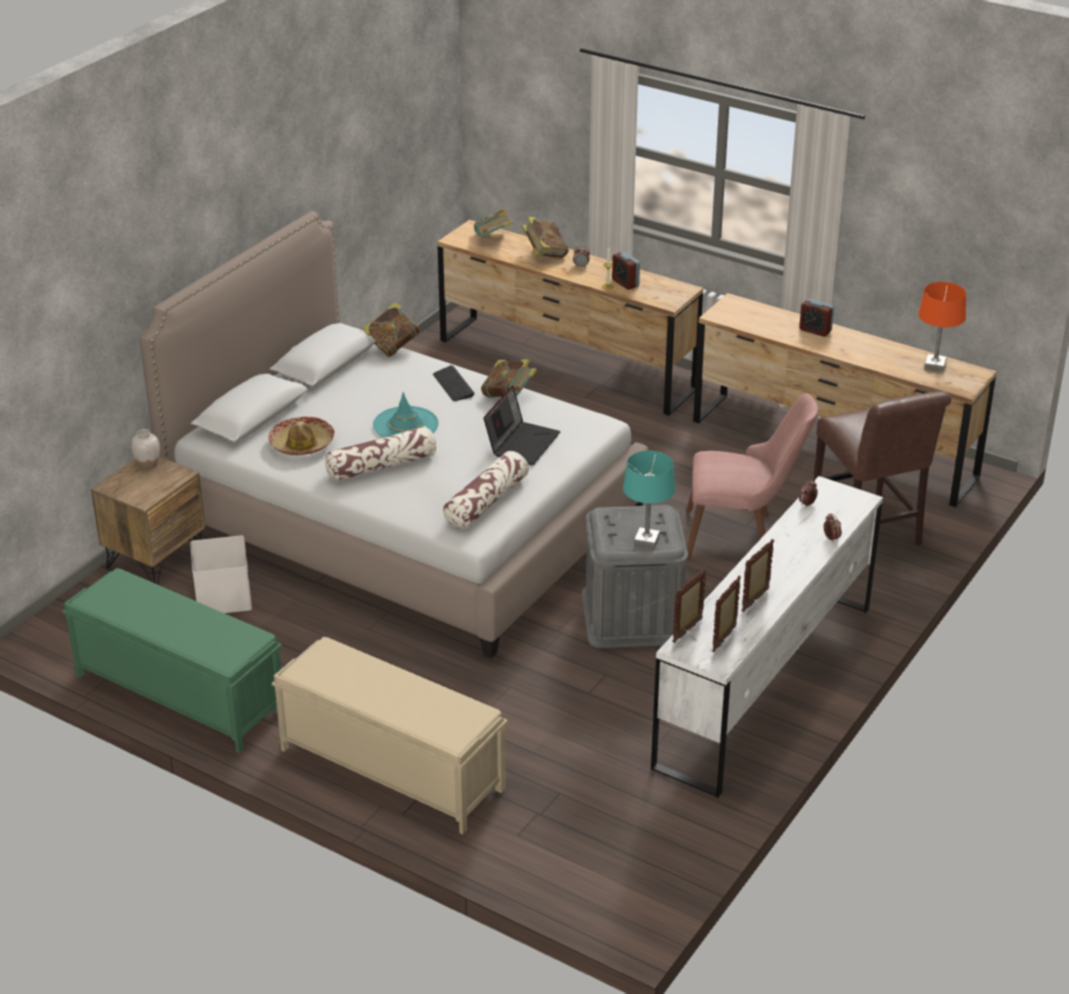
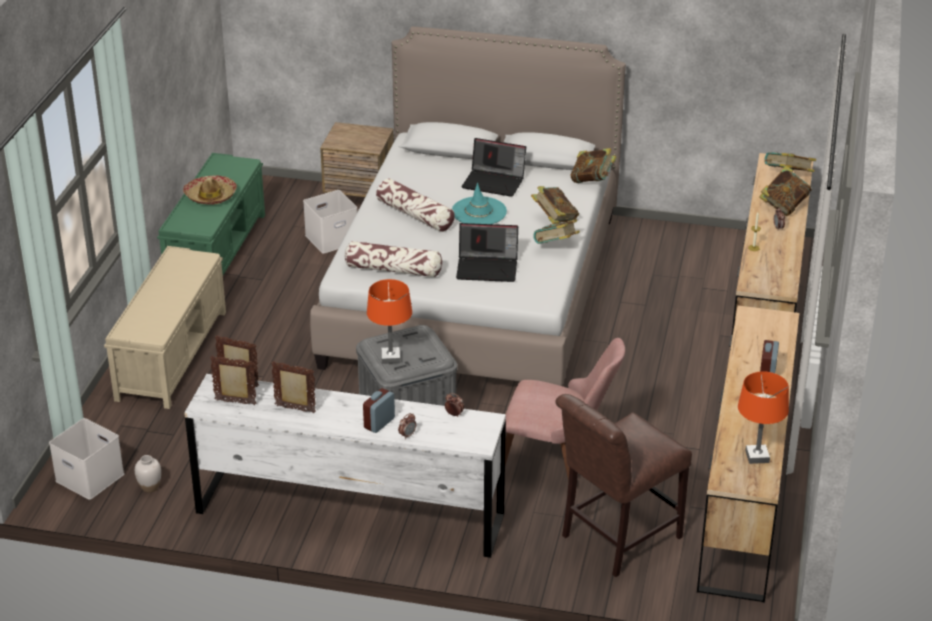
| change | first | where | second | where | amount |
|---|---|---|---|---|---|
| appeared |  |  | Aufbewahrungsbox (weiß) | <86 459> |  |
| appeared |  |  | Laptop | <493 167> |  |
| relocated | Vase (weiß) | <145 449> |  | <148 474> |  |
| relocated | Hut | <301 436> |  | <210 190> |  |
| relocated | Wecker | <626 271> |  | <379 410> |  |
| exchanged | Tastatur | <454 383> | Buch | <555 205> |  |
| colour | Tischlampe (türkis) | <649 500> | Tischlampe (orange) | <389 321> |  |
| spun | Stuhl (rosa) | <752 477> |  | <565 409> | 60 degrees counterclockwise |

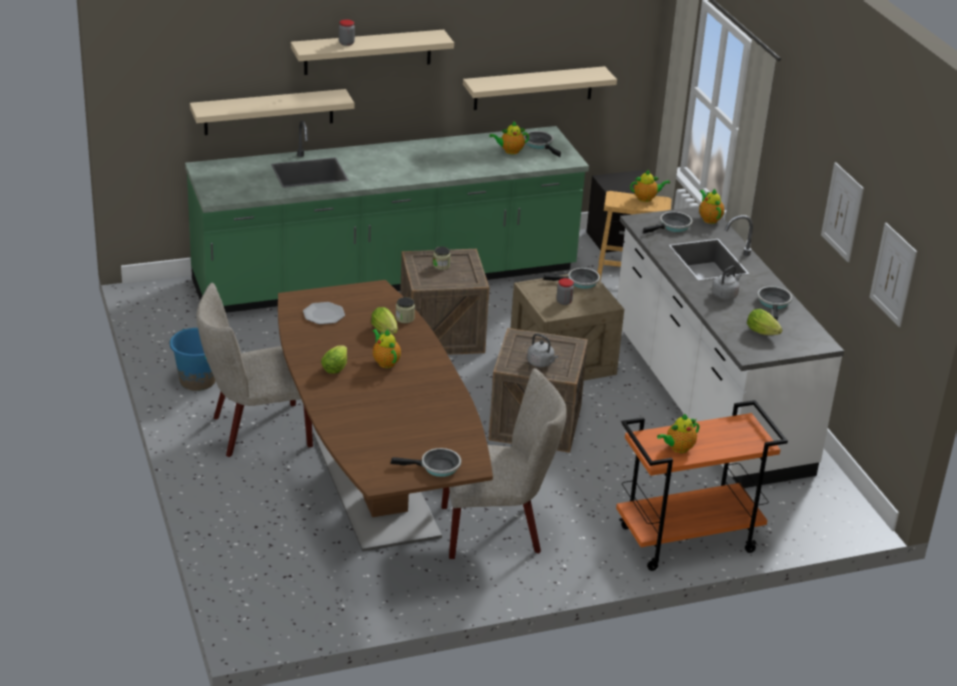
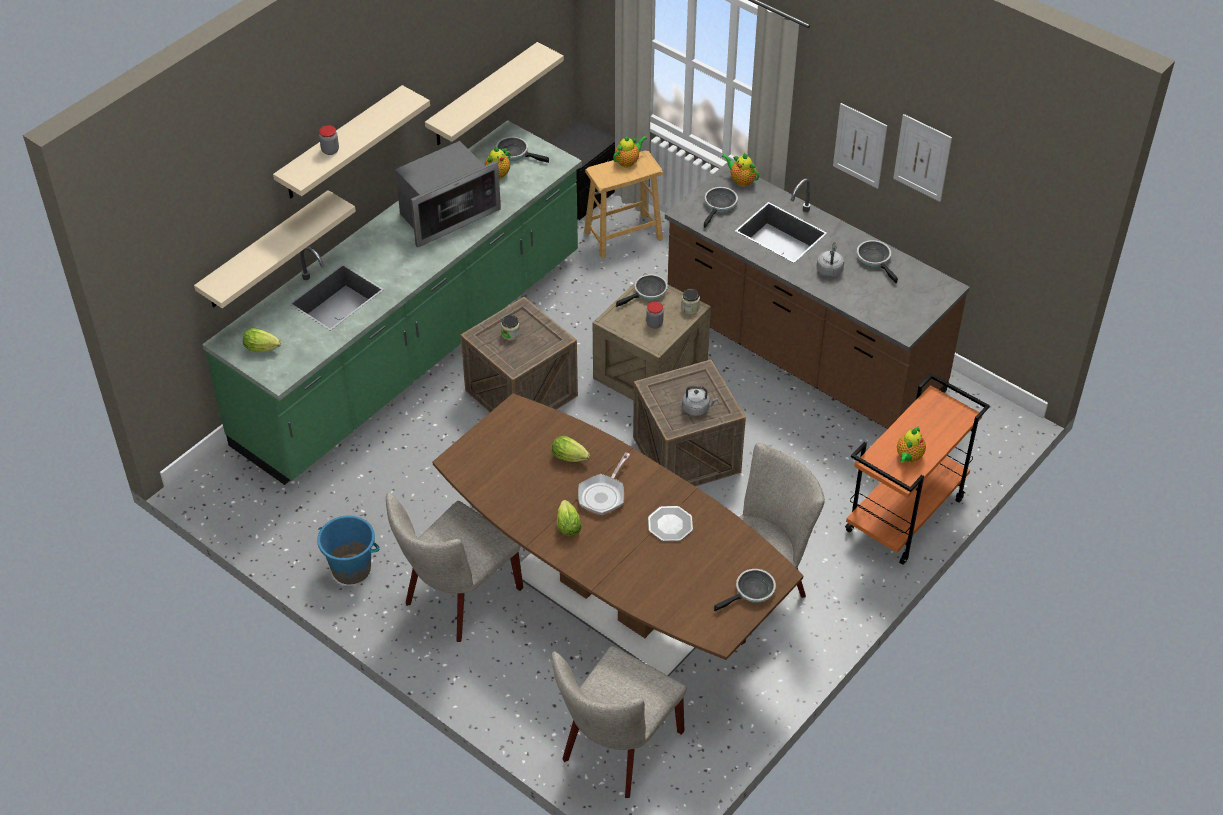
| change | first | where | second | where | amount |
|---|---|---|---|---|---|
| appeared |  |  | Mikrowelle | <448 194> |  |
| appeared |  |  | Stuhl (beige) | <619 722> |  |
| relocated | Teller | <324 313> |  | <670 523> |  |
| relocated | Vorratsglas | <405 310> |  | <690 301> |  |
| relocated | Salatkopf | <765 322> |  | <262 340> |  |
| relocated | Bild | <893 275> |  | <860 146> |  |
| exchanged | Teekanne | <386 348> | Pfanne | <604 483> |  |
| colour | Küchenzeile (weiß) | <730 347> | Küchenzeile (braun) | <817 296> |  |

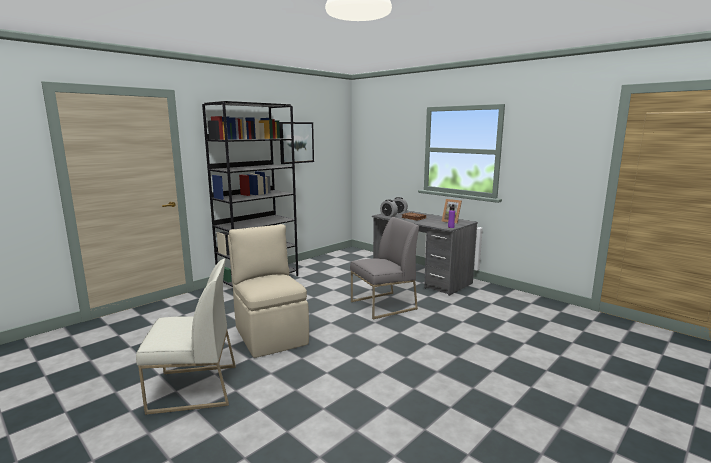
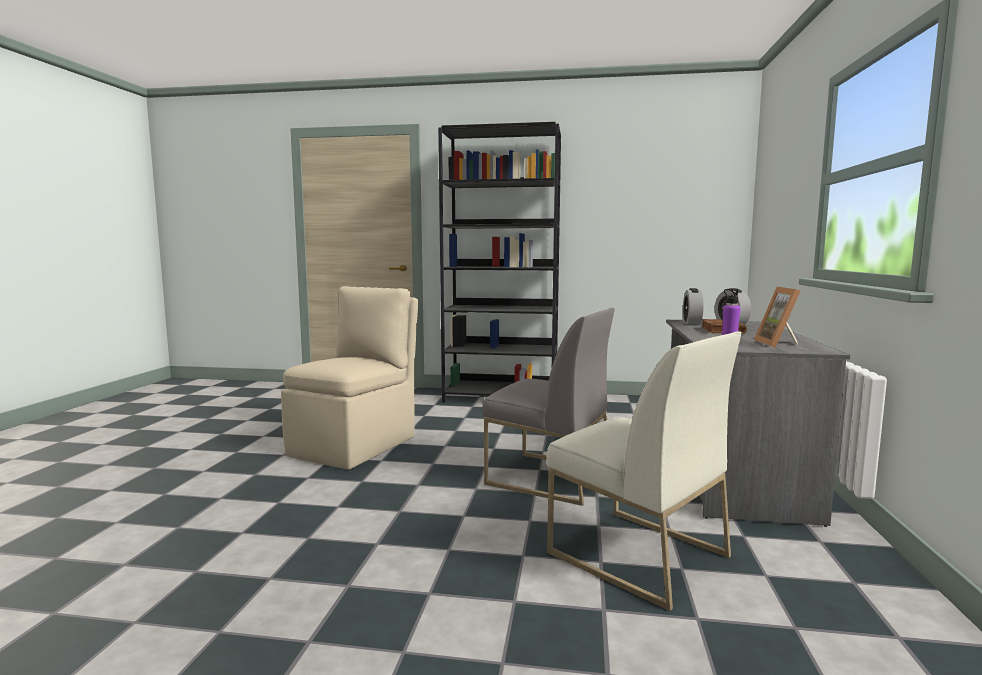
| change | first | where | second | where | amount |
|---|---|---|---|---|---|
| missing | Bild | <296 143> |  |  |  |
| relocated | Stuhl (weiß) | <186 337> |  | <644 471> |  |

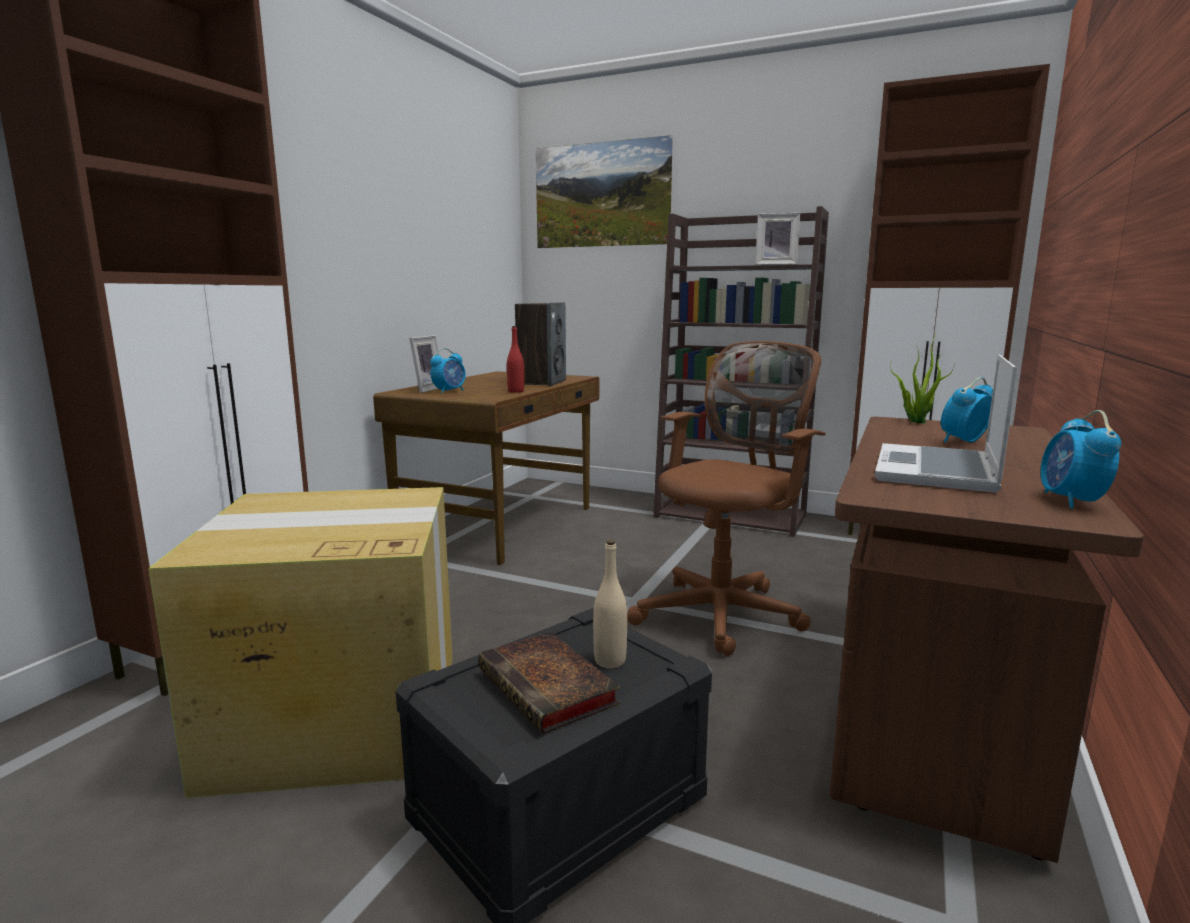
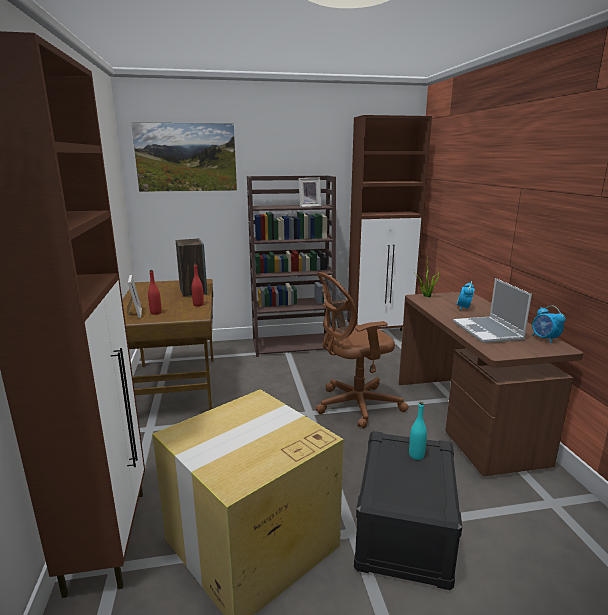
| change | first | where | second | where | amount |
|---|---|---|---|---|---|
| missing | Buch | <549 683> |  |  |  |
| exchanged | Wecker | <448 371> | Flasche (rot) | <155 292> |  |
| colour | Flasche (beige) | <610 604> | Flasche (türkis) | <418 431> |  |
| spun | Bürostuhl (braun) | <726 498> |  | <362 350> | 120 degrees counterclockwise |

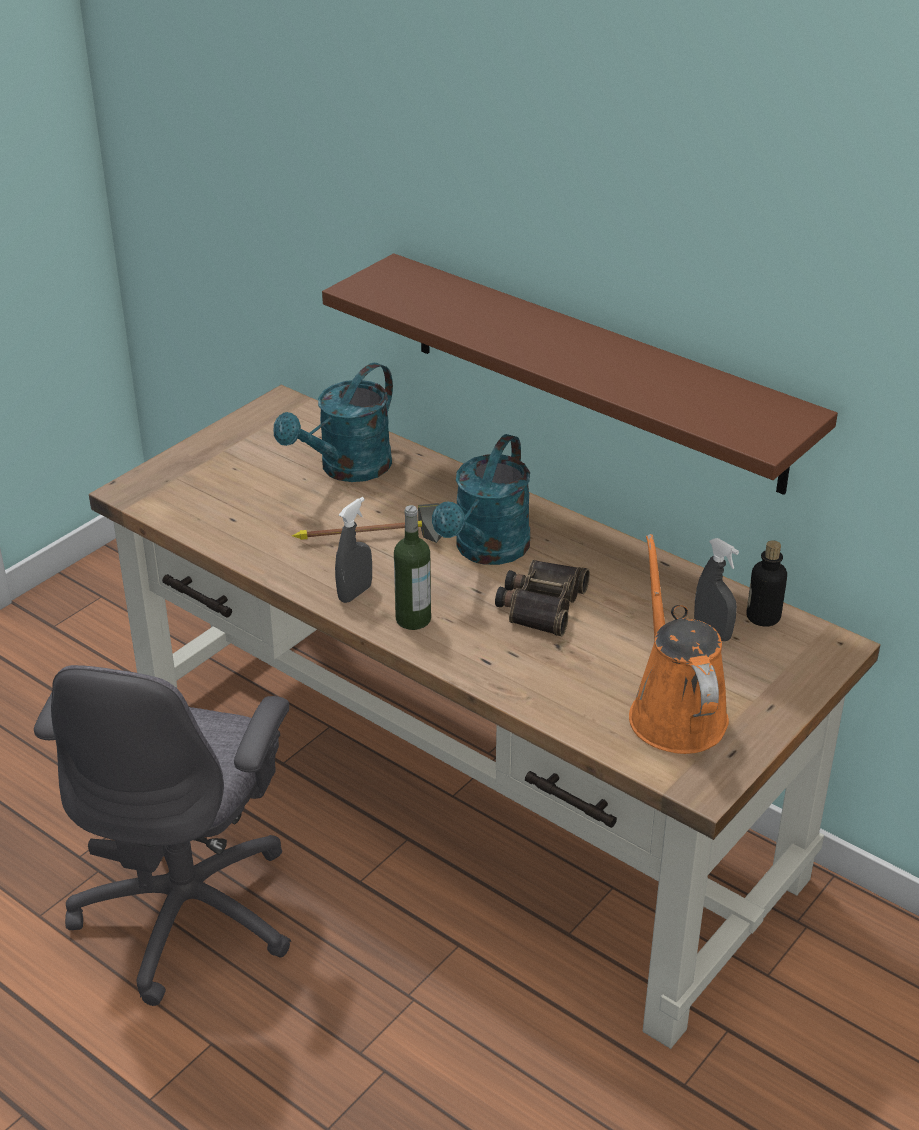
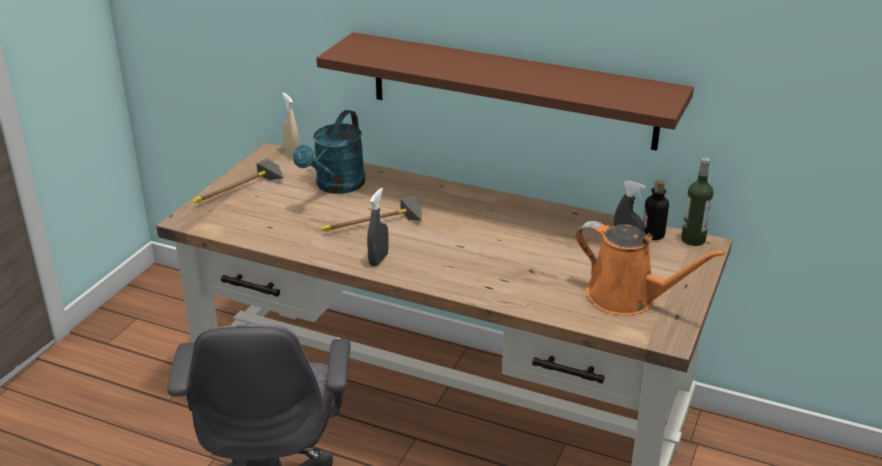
| change | first | where | second | where | amount |
|---|---|---|---|---|---|
| missing | Gießkanne (türkis) | <481 499> |  |  |  |
| missing | Fernglas | <542 598> |  |  |  |
| appeared |  |  | Hammer | <238 180> |  |
| appeared |  |  | Sprühflasche (beige) | <291 125> |  |
| relocated | Flasche | <412 567> |  | <697 201> |  |
| spun | Gießkanne (orange) | <679 644> |  | <651 268> | 150 degrees clockwise |

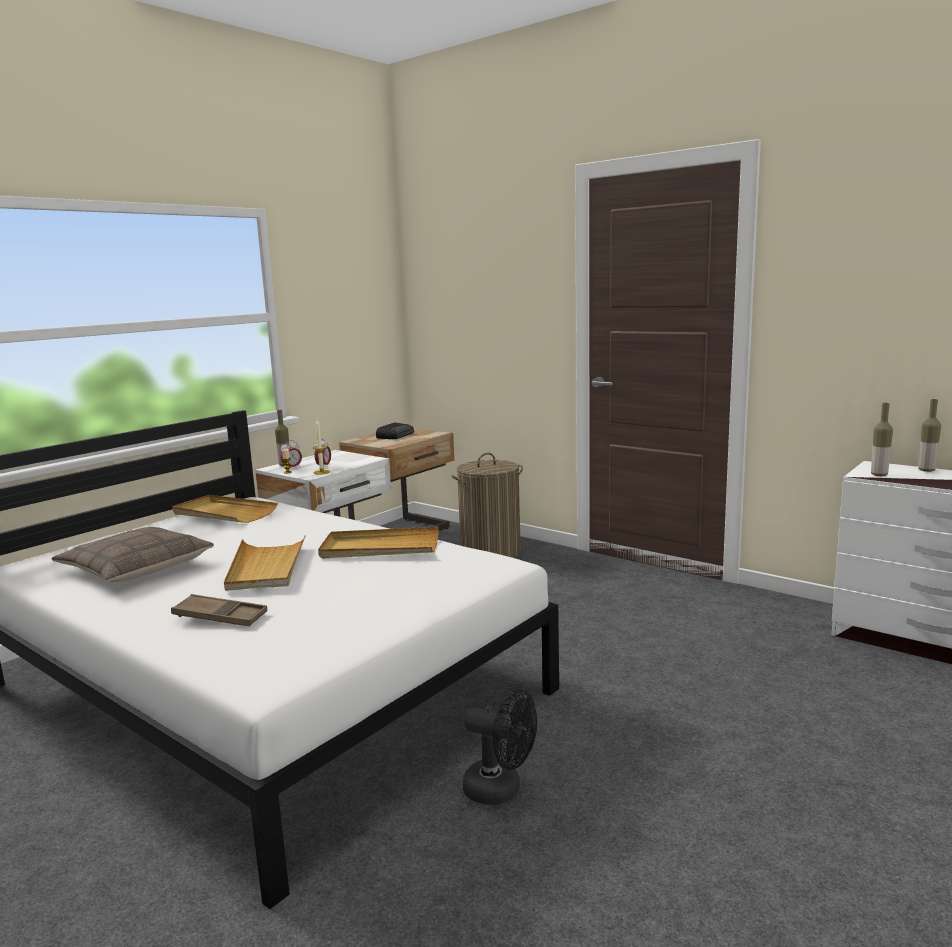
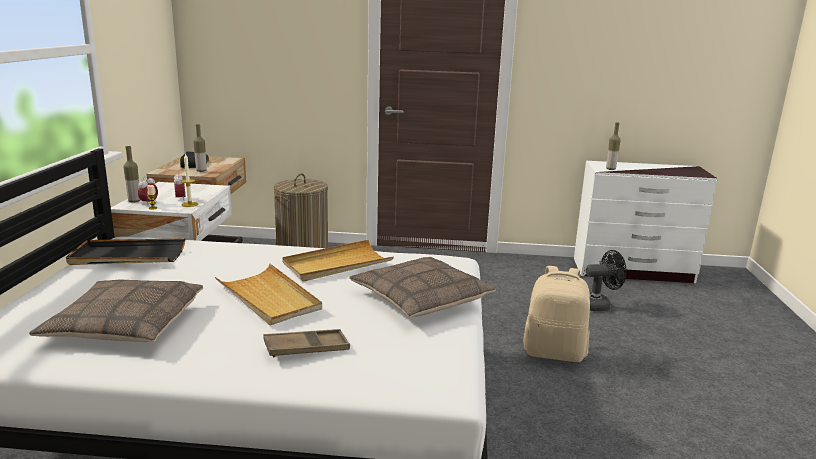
| change | first | where | second | where | amount |
|---|---|---|---|---|---|
| appeared |  |  | Kissen | <422 287> |  |
| appeared |  |  | Rucksack (beige) | <556 314> |  |
| relocated | Ventilator (schwarz) | <500 747> |  | <606 280> |  |
| relocated | Flasche | <929 435> |  | <200 148> |  |
| colour | Tablett (beige) | <225 509> | Tablett (schwarz) | <125 251> |  |

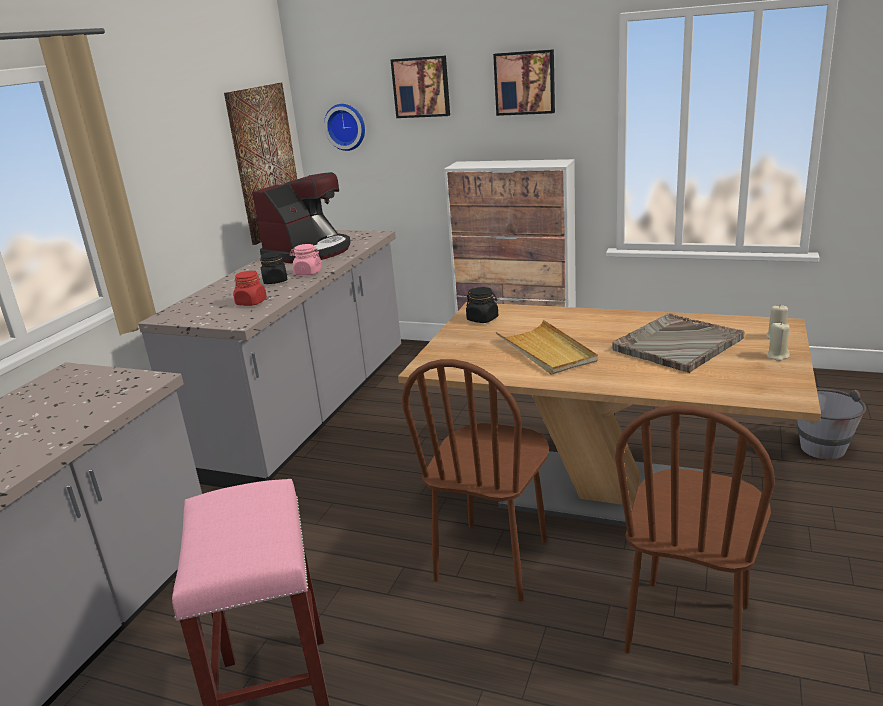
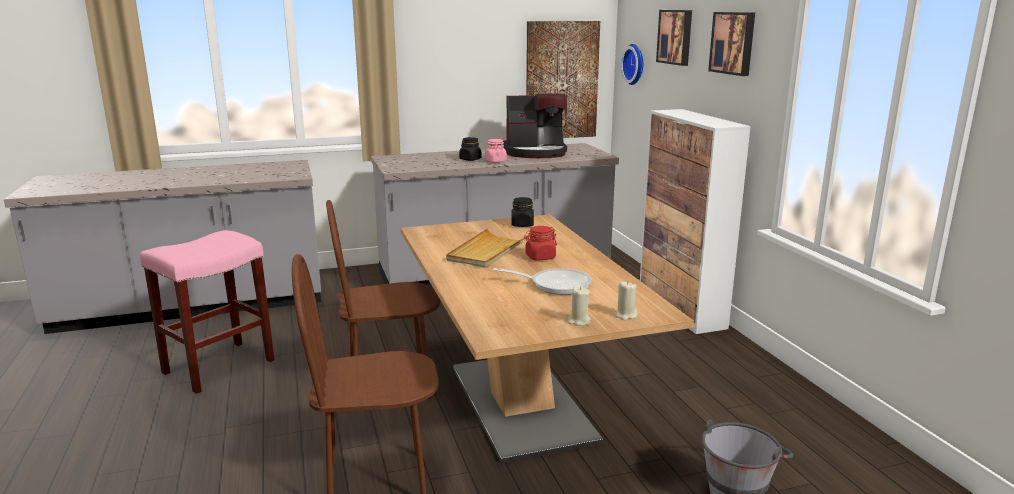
| change | first | where | second | where | amount |
|---|---|---|---|---|---|
| relocated | Vorratsglas (rot) | <250 288> |  | <540 243> |  |
| exchanged | Tablett (grau) | <678 343> | Pfanne | <542 281> |  |

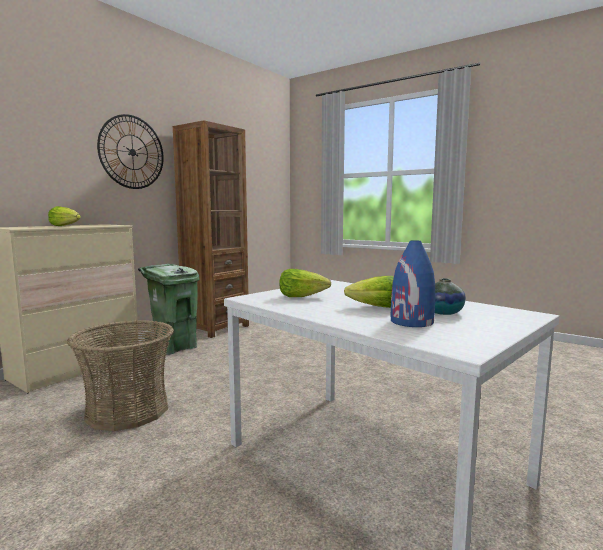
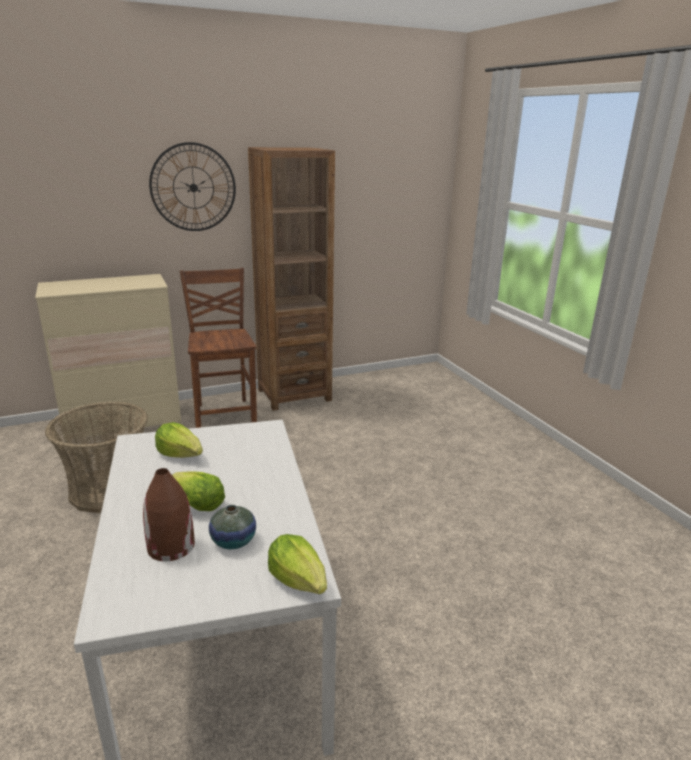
| change | first | where | second | where | amount |
|---|---|---|---|---|---|
| relocated | Salatkopf | <64 216> |  | <297 564> |  |
| exchanged | Mülleimer (grün) | <168 309> | Stuhl (braun) | <218 348> |  |
| colour | Vase (blau) | <413 283> | Vase (braun) | <169 514> |  |

